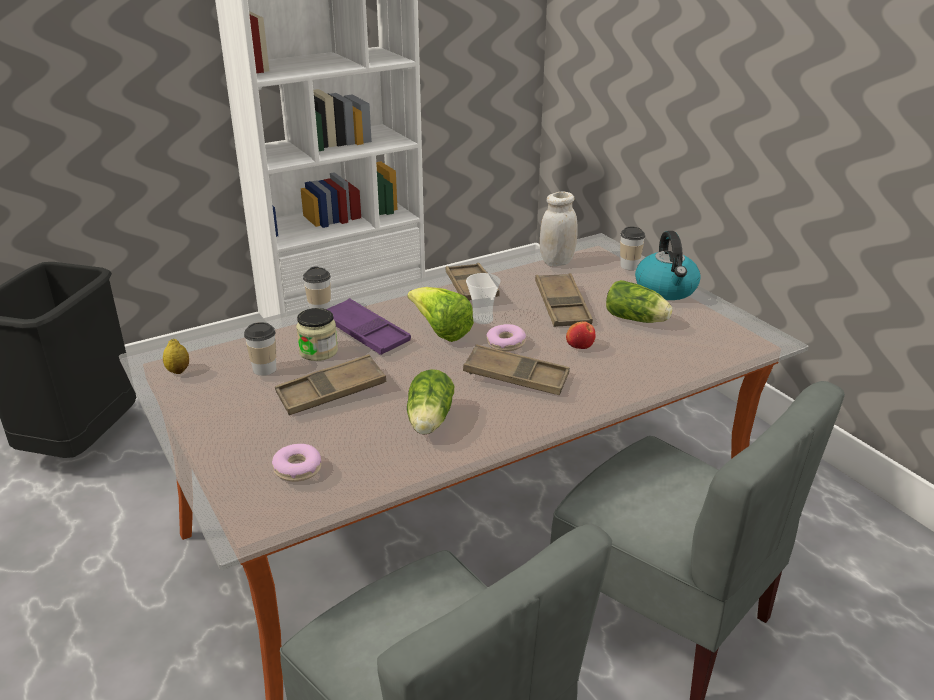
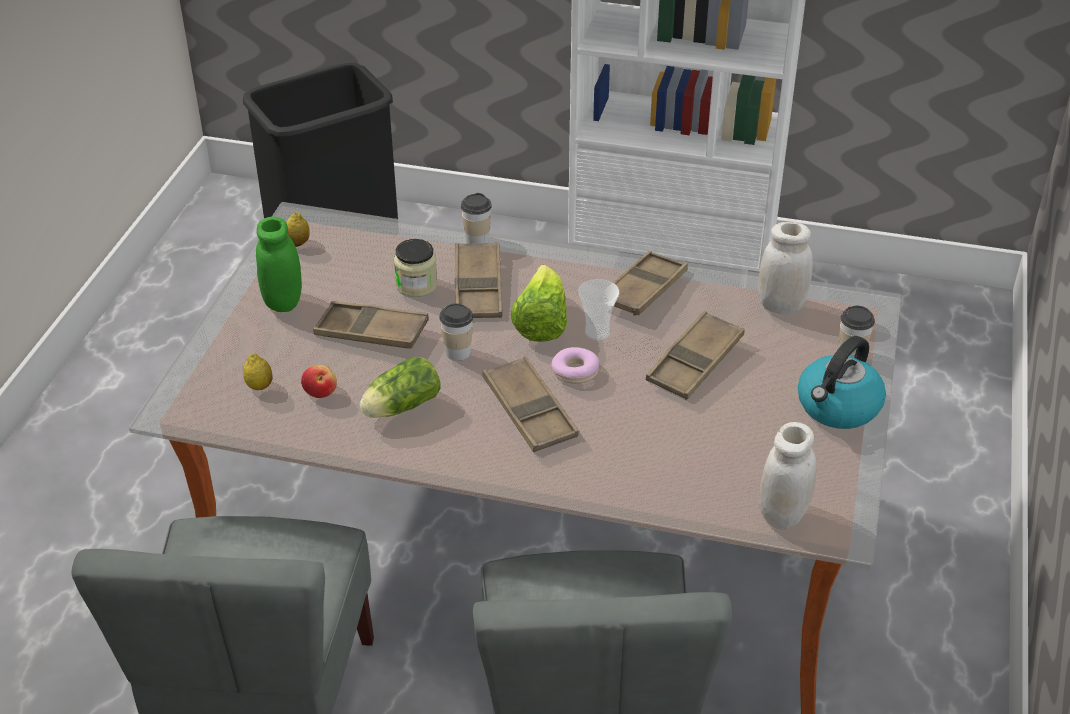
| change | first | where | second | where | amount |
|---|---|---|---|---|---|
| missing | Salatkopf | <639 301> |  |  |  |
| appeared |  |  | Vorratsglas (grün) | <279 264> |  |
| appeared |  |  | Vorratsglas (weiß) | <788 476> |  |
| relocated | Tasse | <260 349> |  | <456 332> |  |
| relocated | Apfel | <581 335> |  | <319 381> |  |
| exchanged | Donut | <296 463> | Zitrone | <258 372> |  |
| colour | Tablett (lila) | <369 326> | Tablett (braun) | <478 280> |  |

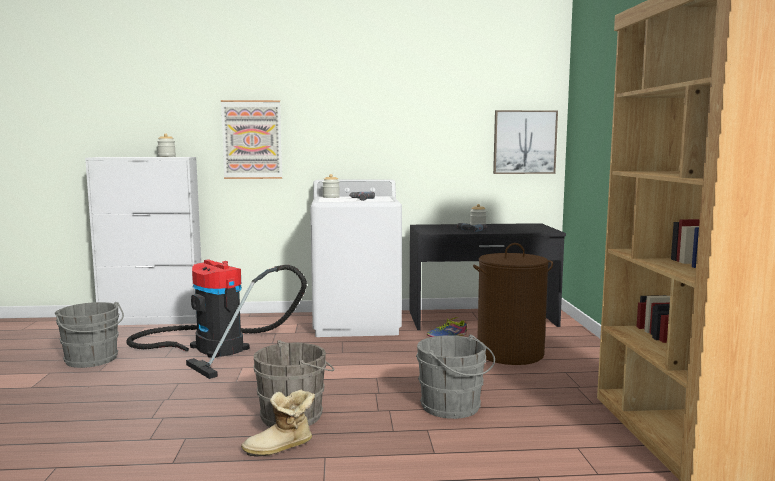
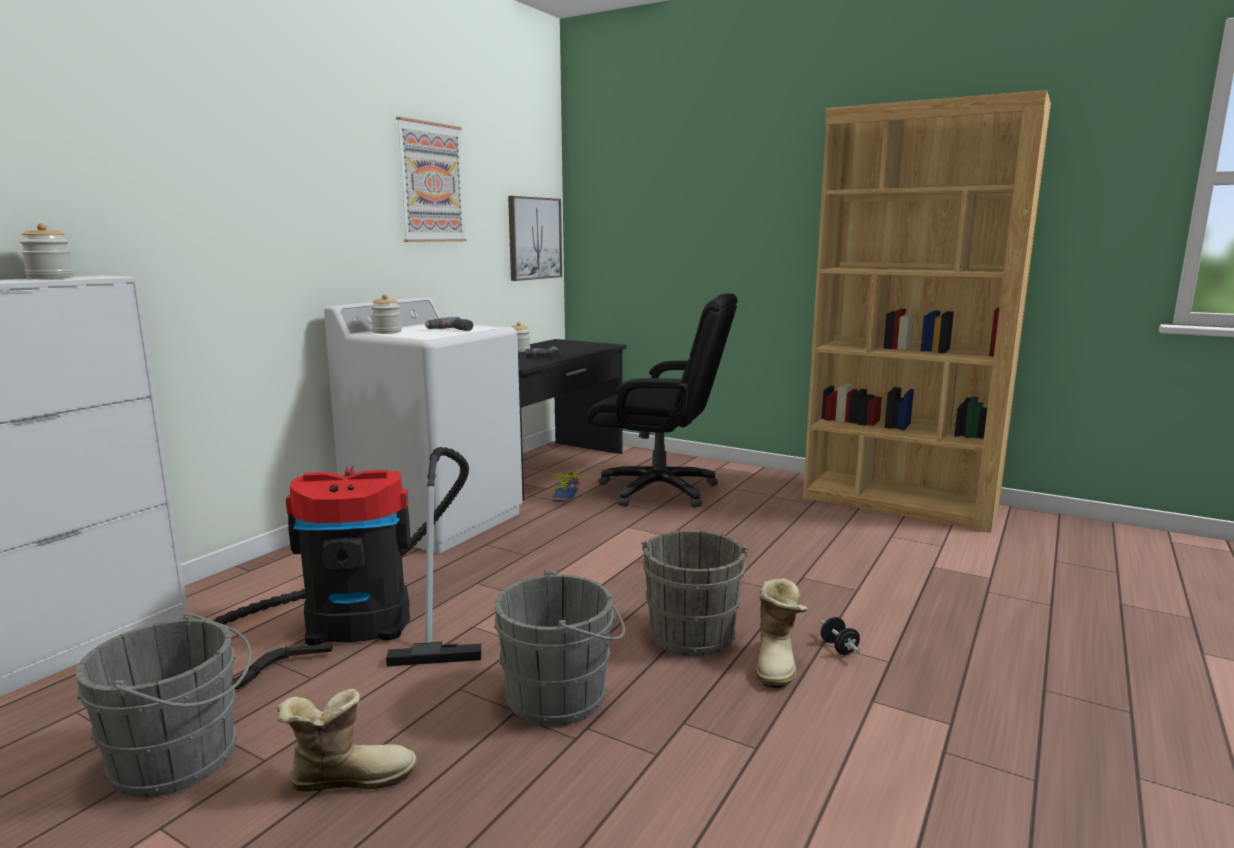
| change | first | where | second | where | amount |
|---|---|---|---|---|---|
| appeared |  |  | Stiefel | <347 740> |  |
| appeared |  |  | Hantel (schwarz) | <840 636> |  |
| relocated | Bild | <251 139> |  | <431 179> |  |
| relocated | Eimer (grau) | <455 376> |  | <559 648> |  |
| exchanged | Wäschekorb (braun) | <513 304> | Bürostuhl (schwarz) | <661 400> |  |

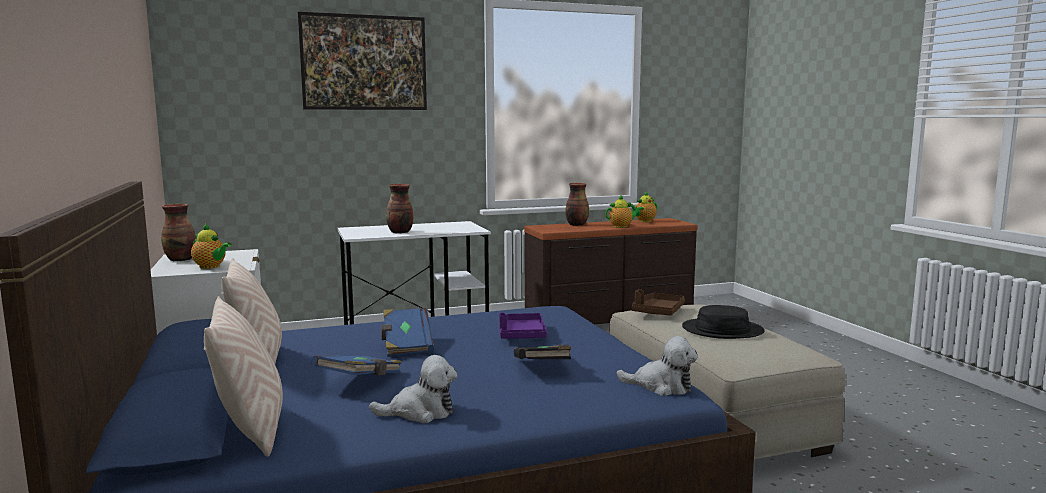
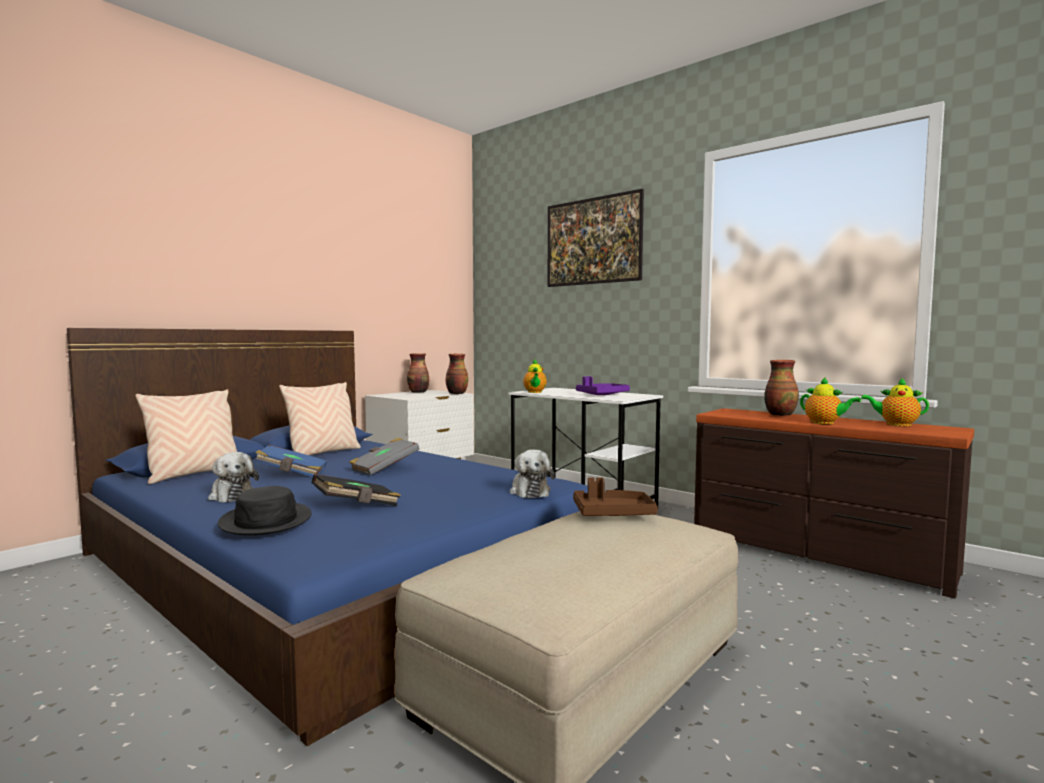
| change | first | where | second | where | amount |
|---|---|---|---|---|---|
| relocated | Teekanne | <211 246> |  | <535 376> |  |
| relocated | Vase | <399 209> |  | <457 374> |  |
| relocated | Tablett (lila) | <523 326> |  | <603 385> |  |
| relocated | Plüschtier | <657 366> |  | <532 473> |  |
| relocated | Hut (schwarz) | <723 322> |  | <265 510> |  |
| colour | Buch (blau) | <407 332> | Buch (grau) | <384 456> |  |

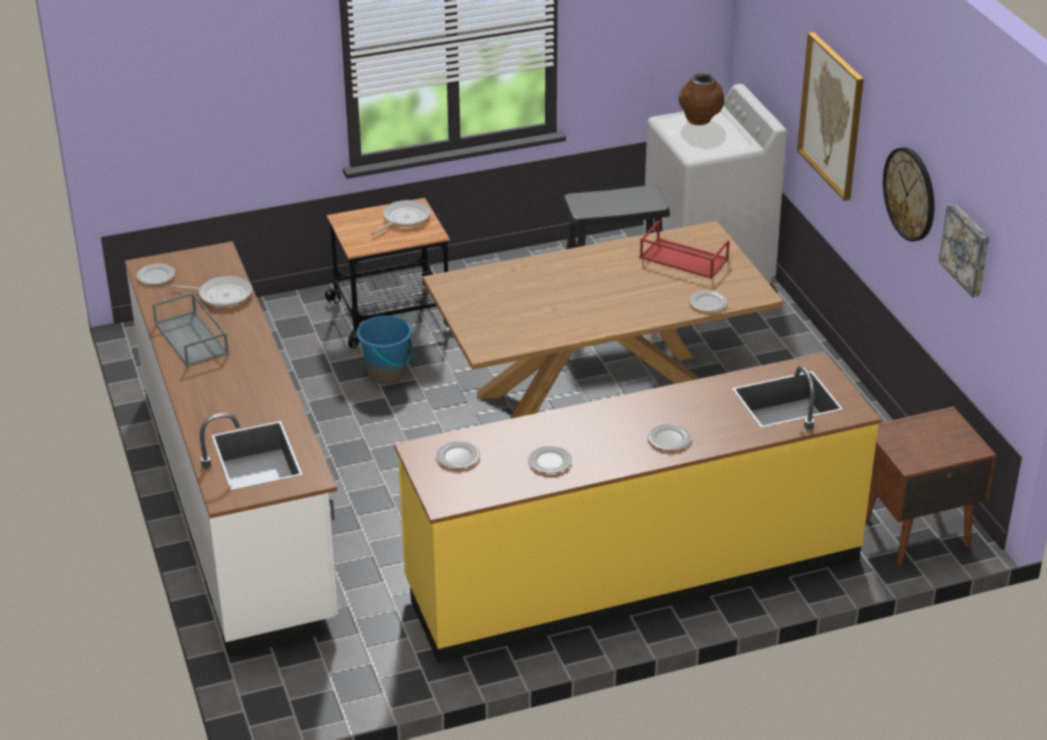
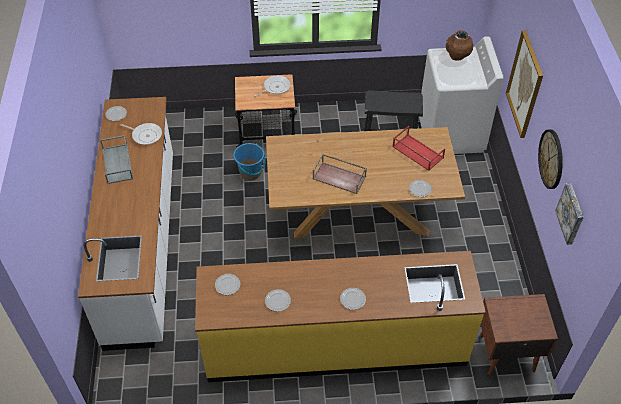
| change | first | where | second | where | amount |
|---|---|---|---|---|---|
| appeared |  |  | Tablett (braun) | <339 174> |  |

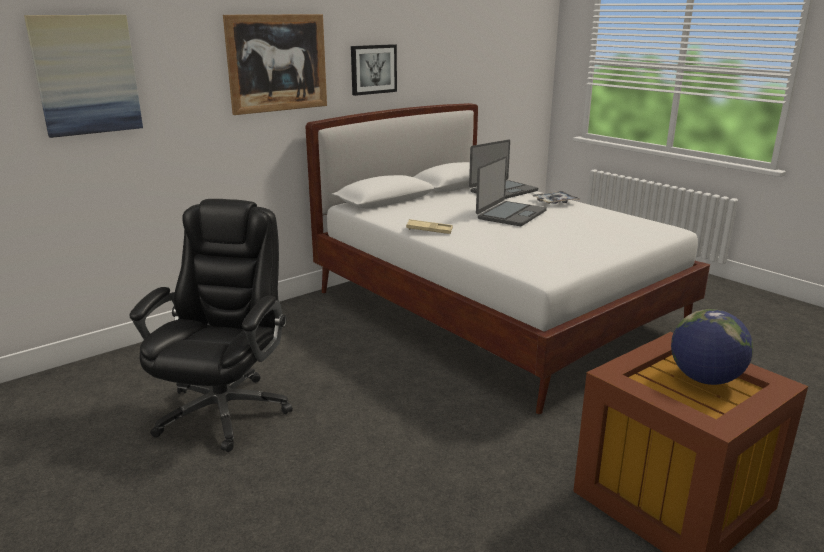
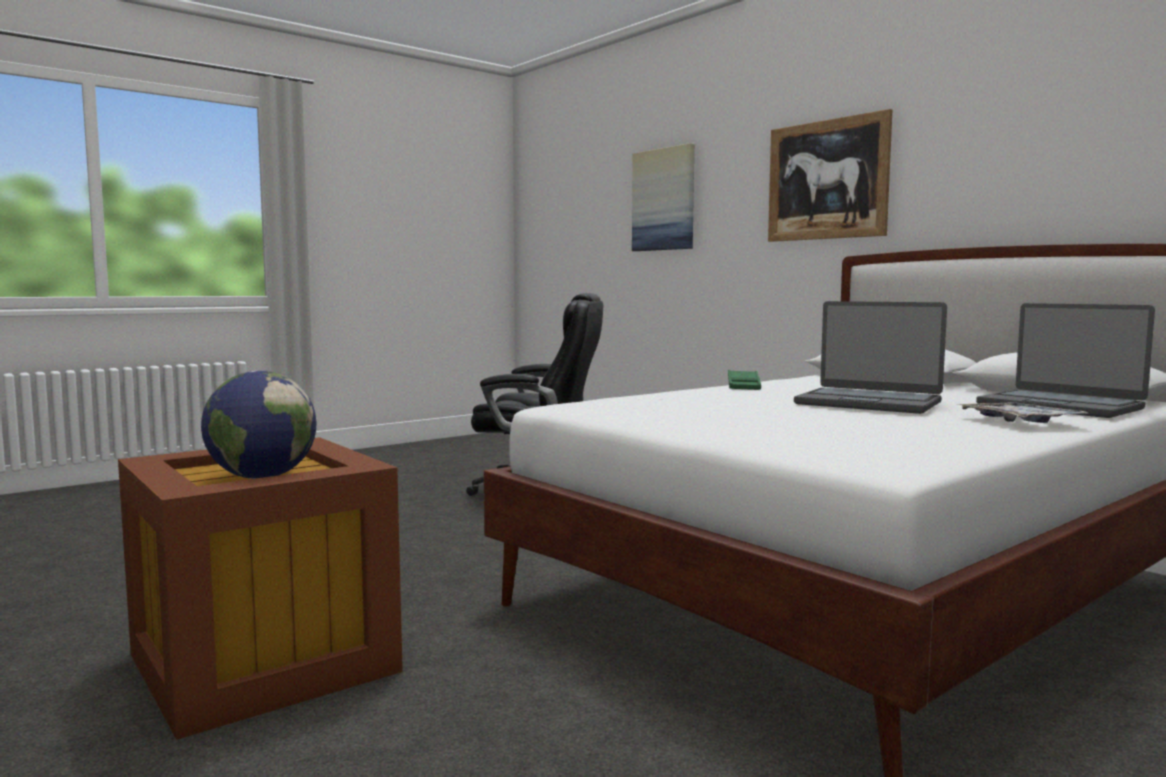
| change | first | where | second | where | amount |
|---|---|---|---|---|---|
| missing | Bild | <374 70> |  |  |  |
| colour | Tablett (beige) | <429 226> | Tablett (grün) | <744 380> |  |

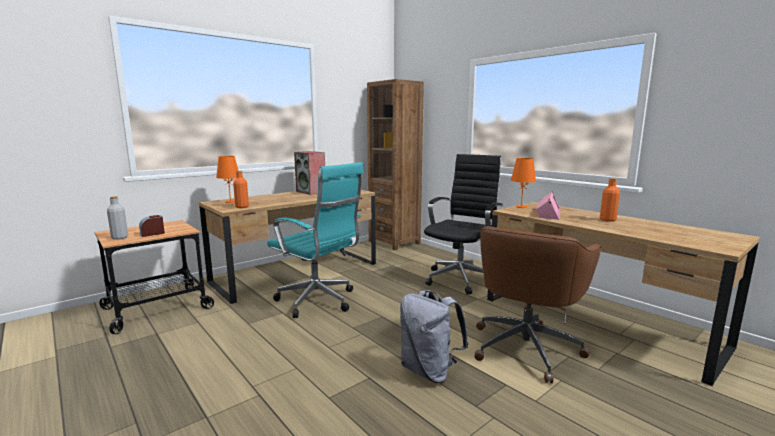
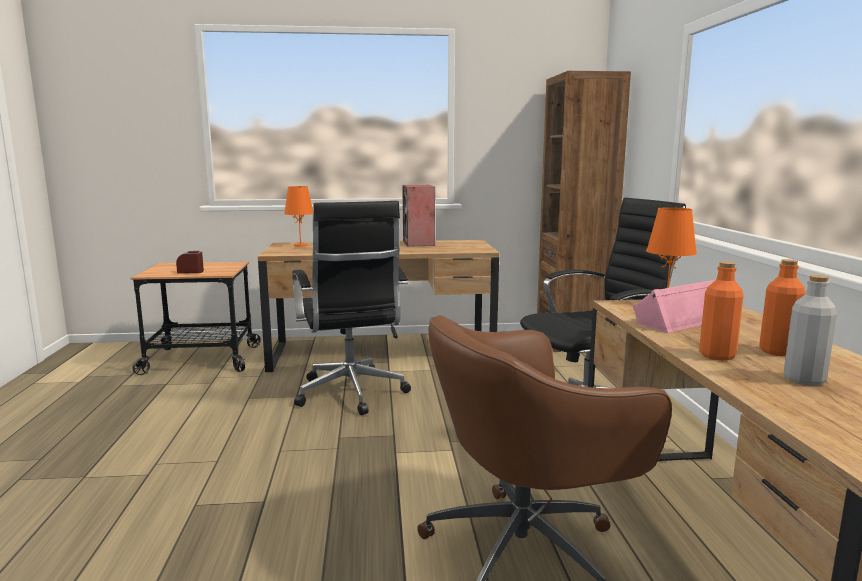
| change | first | where | second | where | amount |
|---|---|---|---|---|---|
| missing | Rucksack (grau) | <434 336> |  |  |  |
| relocated | Flasche (grau) | <117 218> |  | <810 330> |  |
| relocated | Flasche (orange) | <241 189> |  | <721 311> |  |
| colour | Bürostuhl (türkis) | <315 240> | Bürostuhl (schwarz) | <351 308> |  |

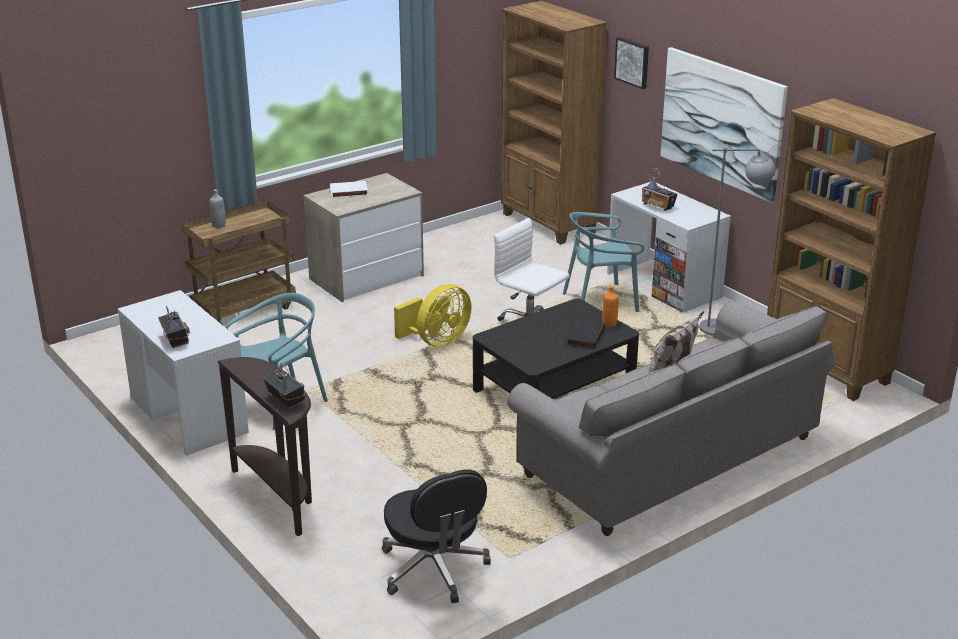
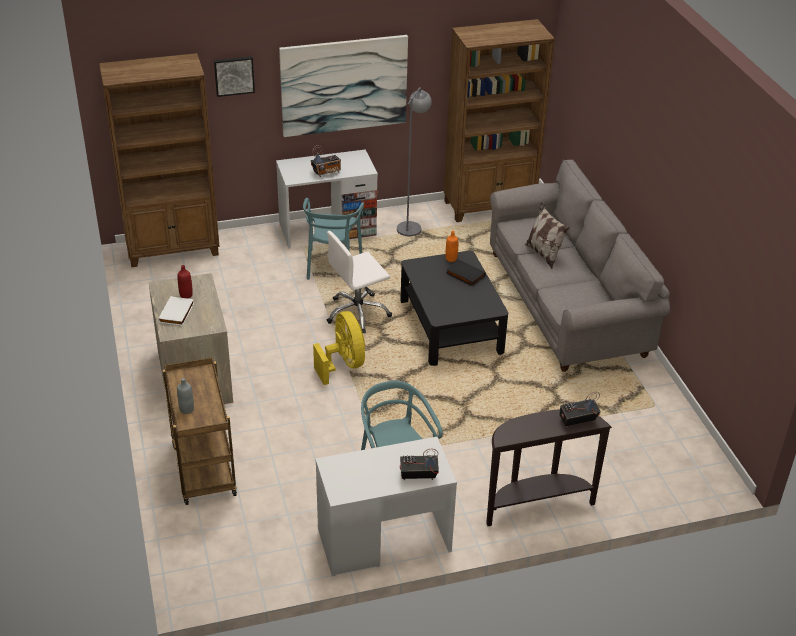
| change | first | where | second | where | amount |
|---|---|---|---|---|---|
| missing | Bürostuhl (schwarz) | <436 536> |  |  |  |
| appeared |  |  | Flasche (rot) | <185 282> |  |

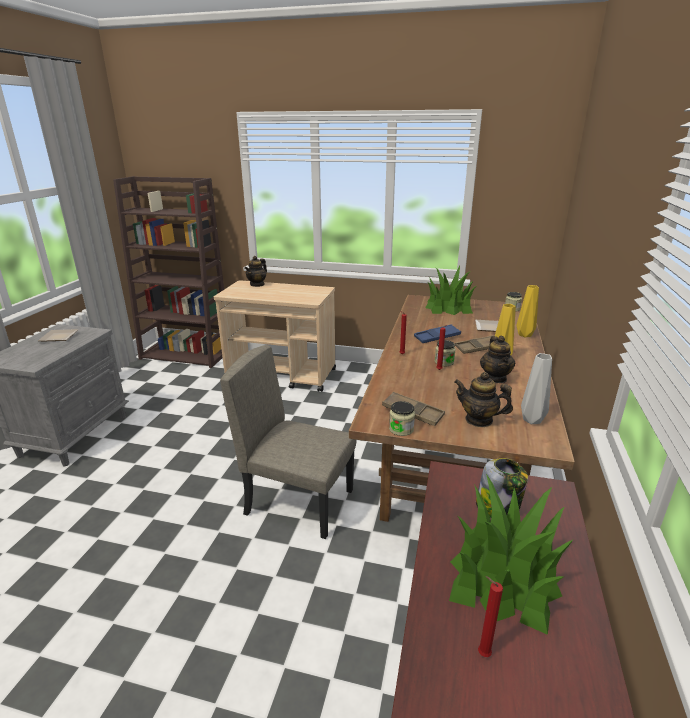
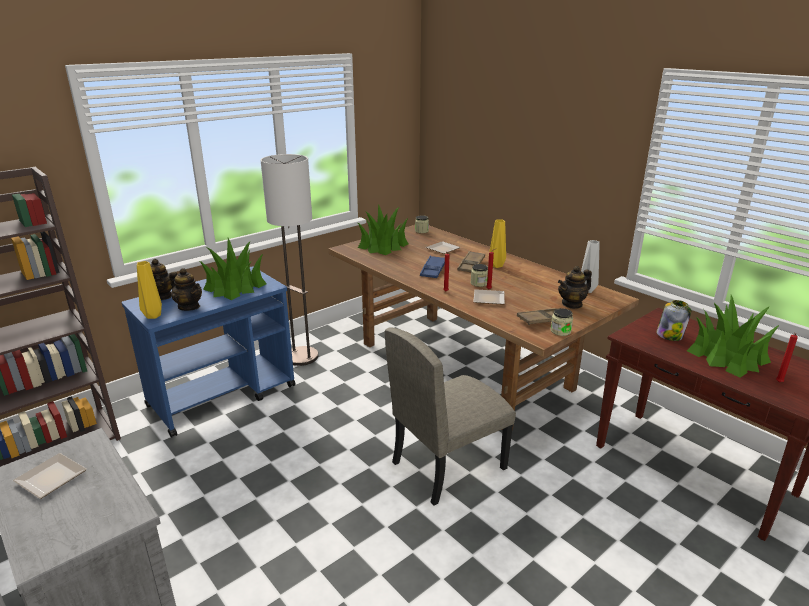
| change | first | where | second | where | amount |
|---|---|---|---|---|---|
| appeared |  |  | Topfpflanze | <232 269> |  |
| appeared |  |  | Stehlampe | <289 260> |  |
| appeared |  |  | Teller | <489 296> |  |
| relocated | Teekanne | <497 359> |  | <185 289> |  |
| relocated | Vase (gelb) | <527 311> |  | <149 290> |  |
| colour | Rollwagen (beige) | <275 336> | Rollwagen (blau) | <208 352> |  |

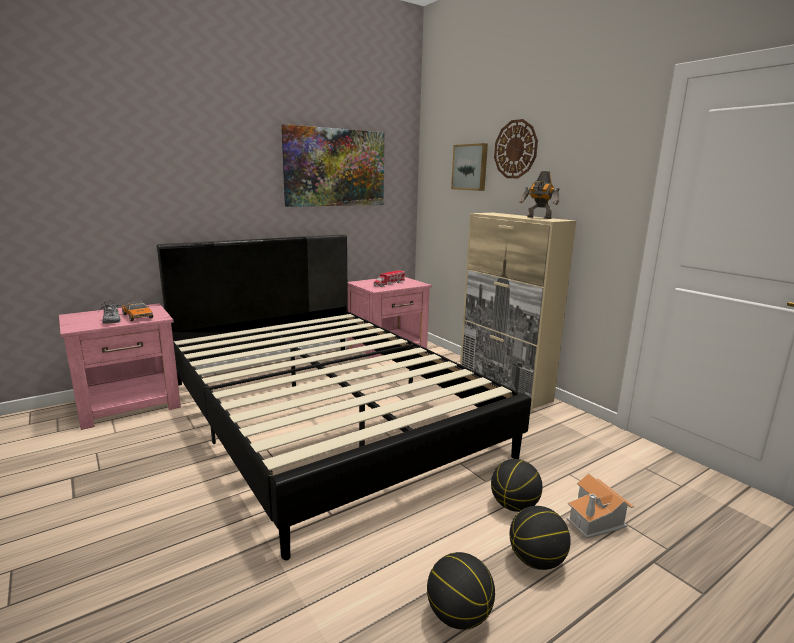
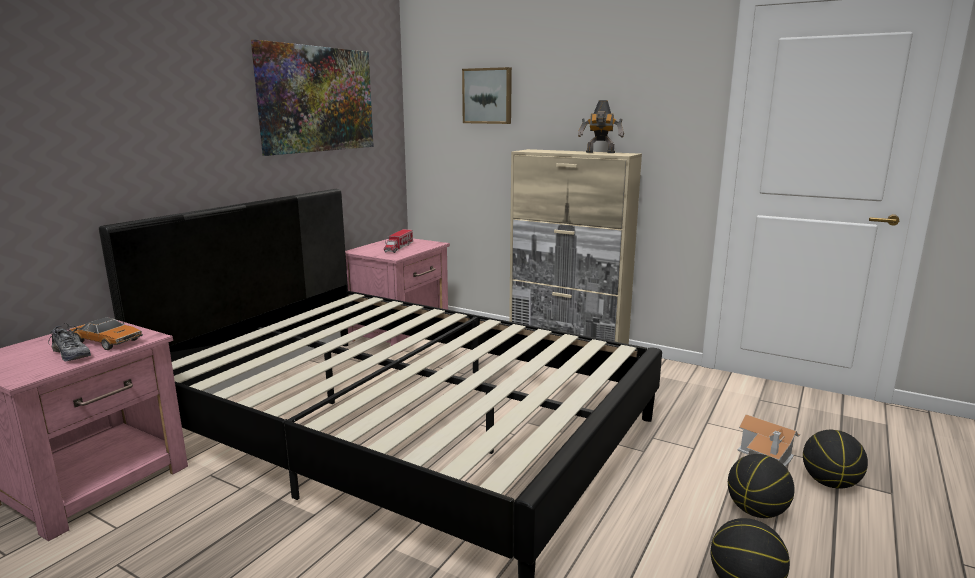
| change | first | where | second | where | amount |
|---|---|---|---|---|---|
| missing | Wanduhr | <516 148> |  |  |  |
| relocated | Basketball | <517 485> |  | <835 459> |  |

